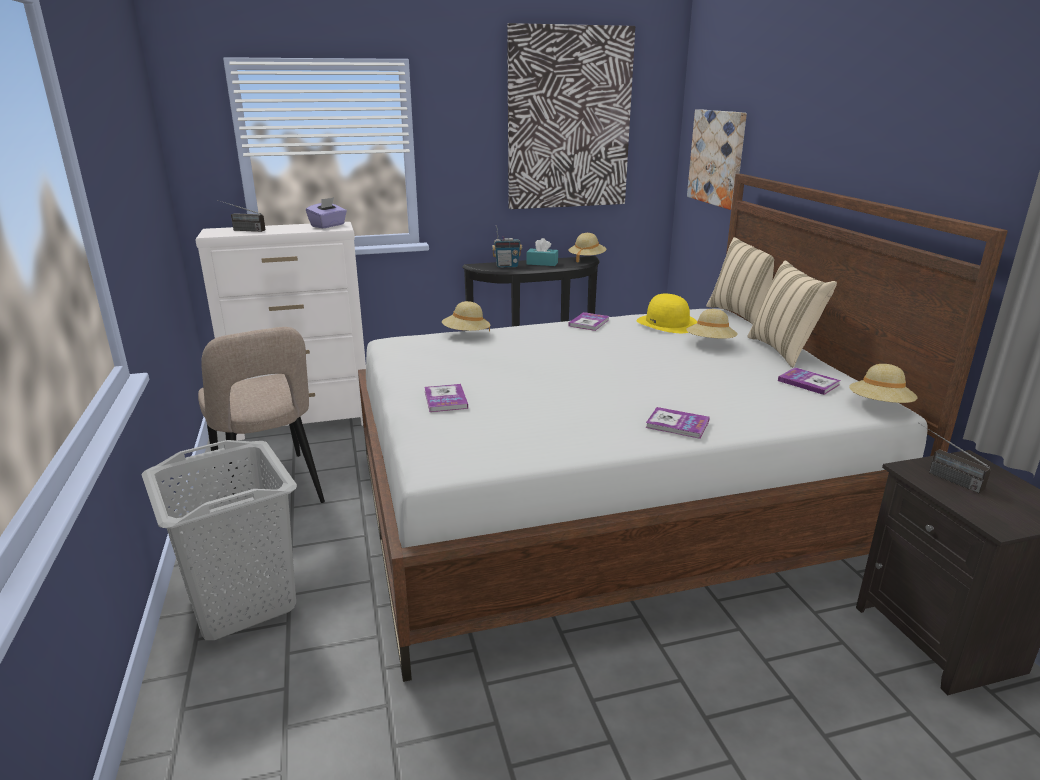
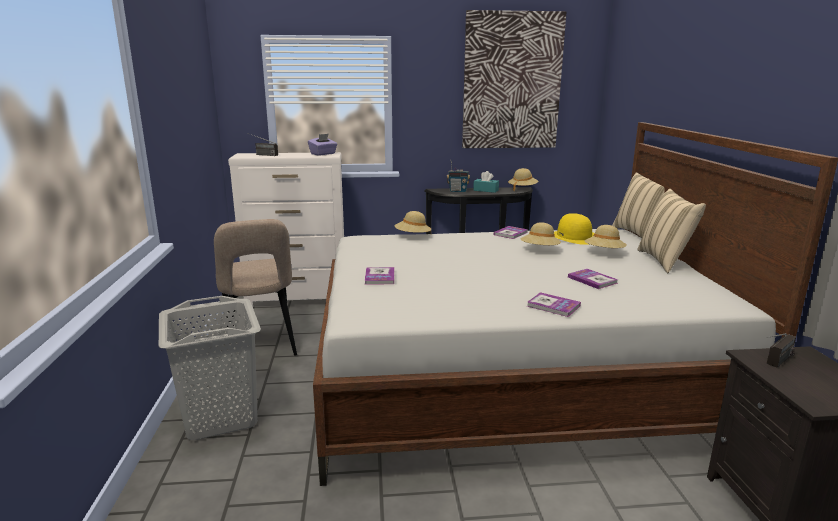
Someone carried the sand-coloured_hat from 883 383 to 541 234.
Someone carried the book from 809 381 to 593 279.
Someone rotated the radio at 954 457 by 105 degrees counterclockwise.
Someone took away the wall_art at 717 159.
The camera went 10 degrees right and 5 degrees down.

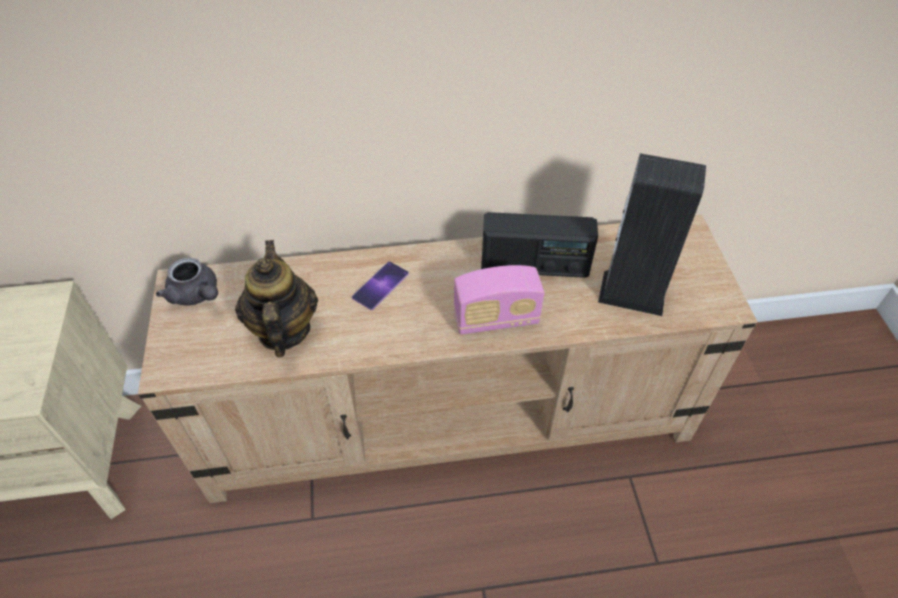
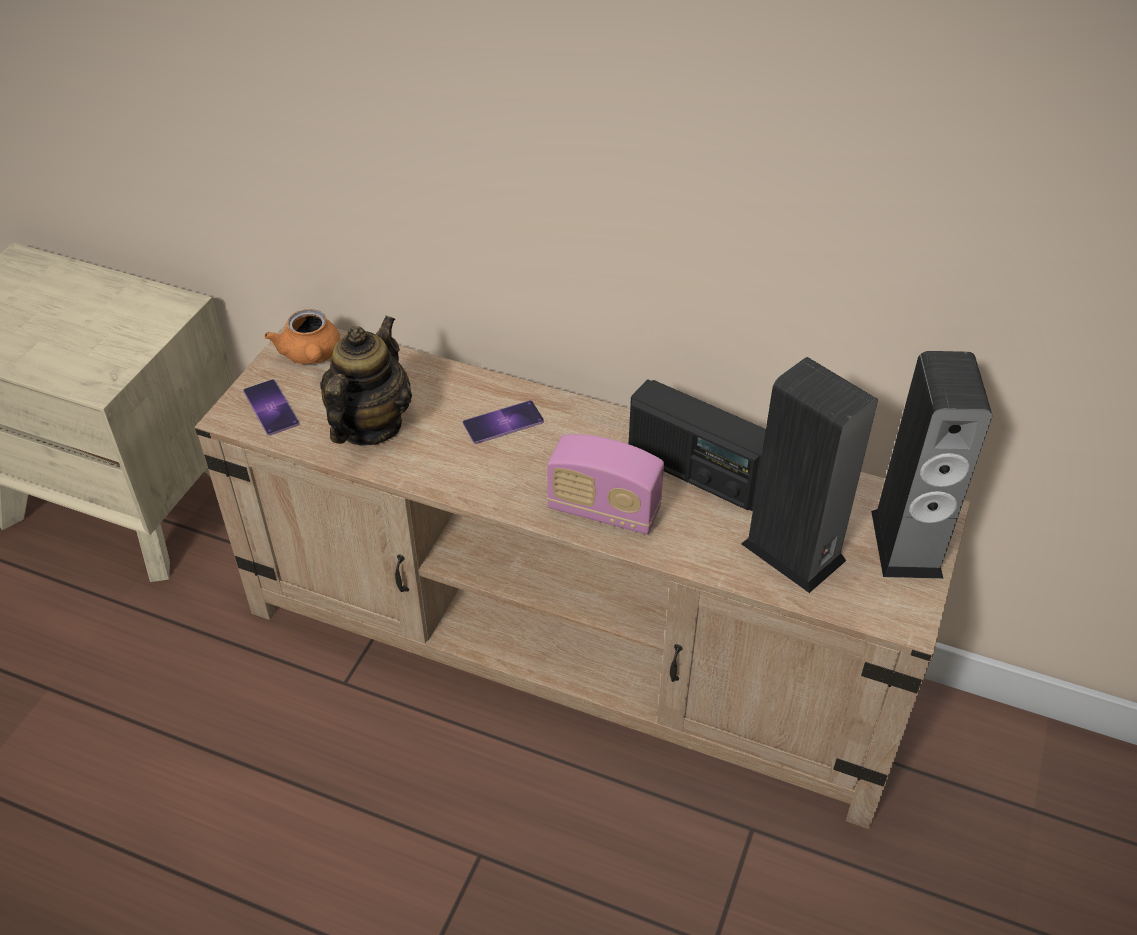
Someone put down the telephone at 271 407.
Someone repainted the grey_pot_for_tea at 187 281, which became the orangey_pot_for_tea at 302 336.
Someone put down the audio_speaker at 931 465.
The camera went 30 degrees right and 5 degrees down.

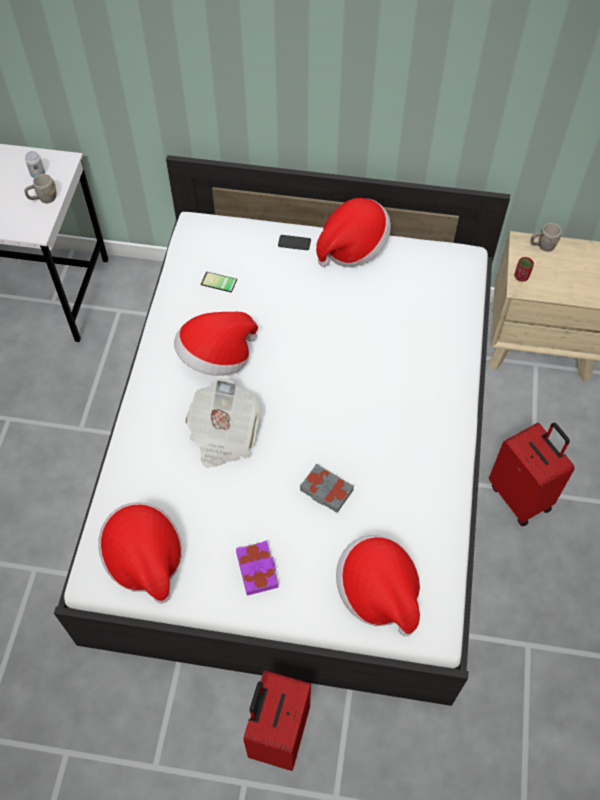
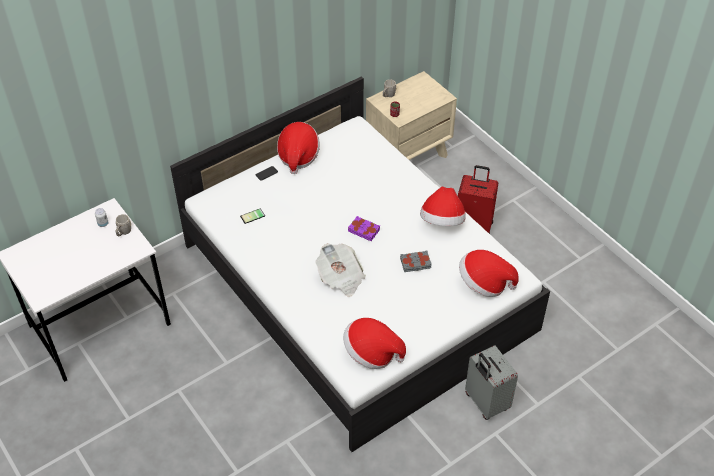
Someone carried the purple-coloured_book from 257 568 to 364 228.
Someone carried the hat from 216 344 to 443 206.
Someone repainted the red_travel_case at 277 720, which became the grey_travel_case at 491 382.
The camera went 45 degrees left and 10 degrees down.

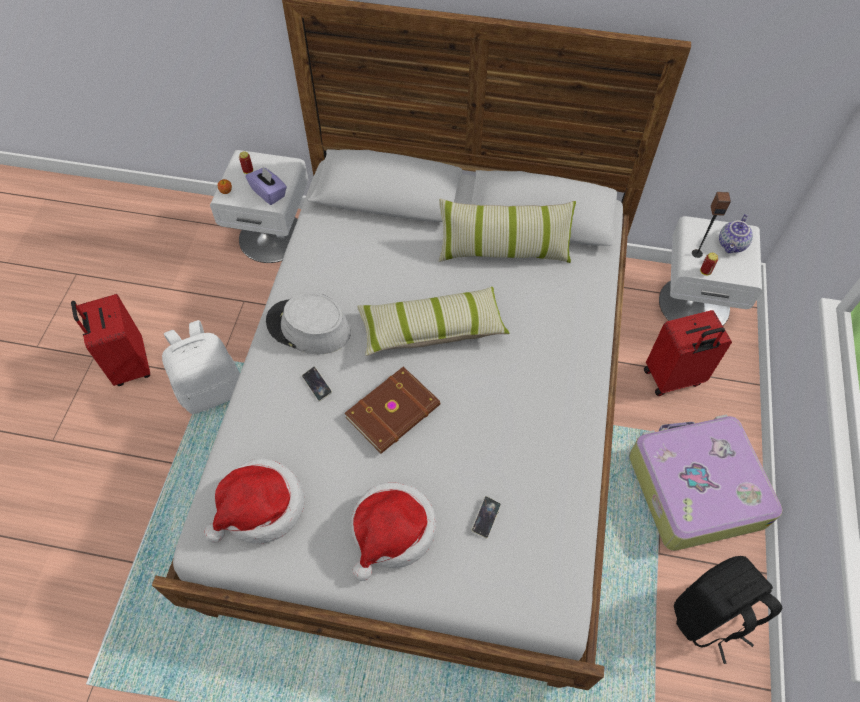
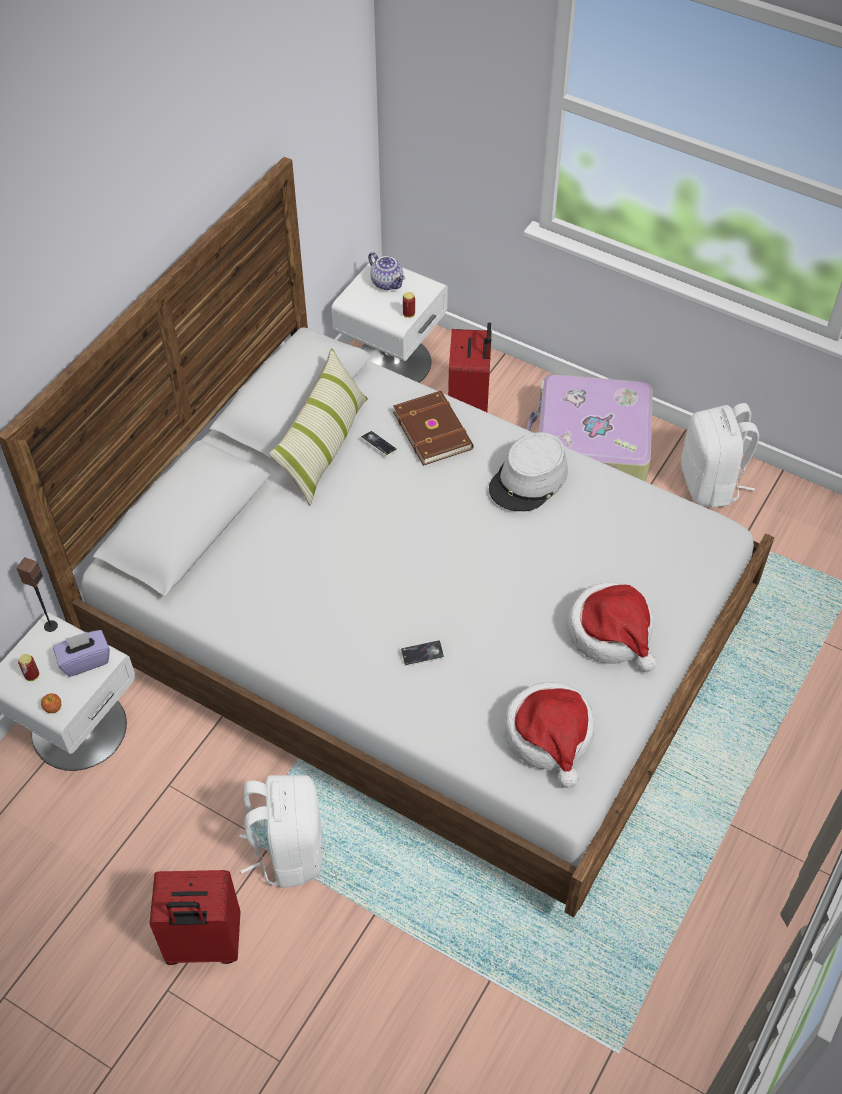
Someone carried the audio_speaker from 711 225 to 37 594.
Someone carried the telephone from 486 517 to 379 443.
Someone carried the brown-coloured_book from 392 410 to 433 428.
Someone carried the grey_hat from 308 323 to 528 471.
Someone repainted the black-coloured_backpack at 728 610, which became the white-coloured_backpack at 720 455.
Someone took away the pillow at 433 321.
The camera went 70 degrees left and 5 degrees down.

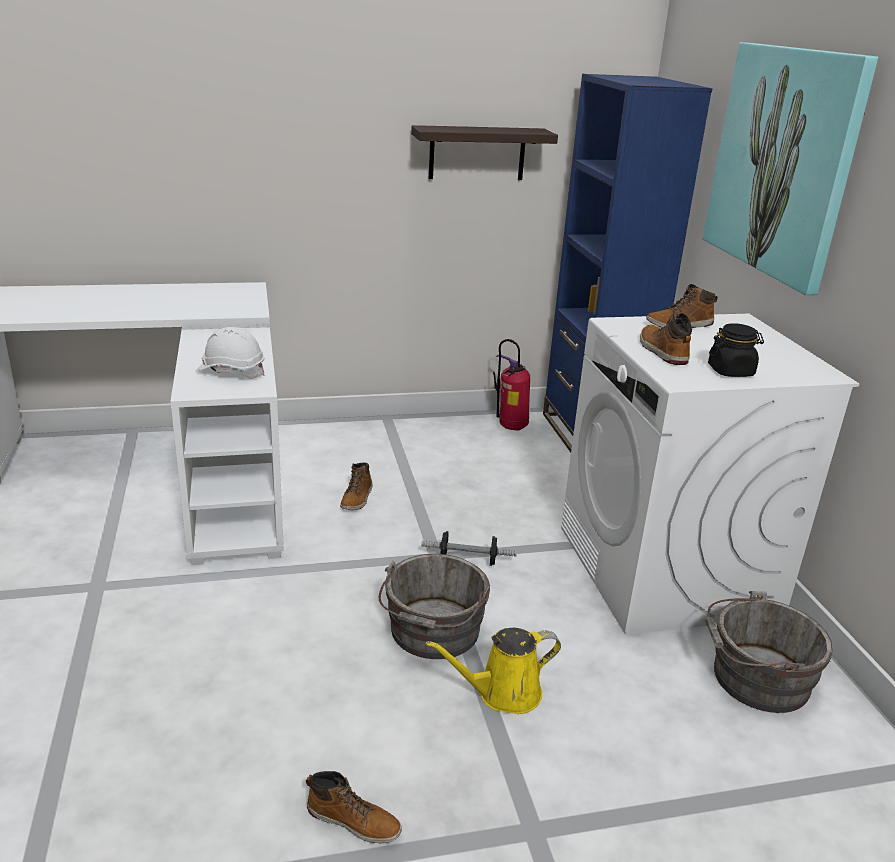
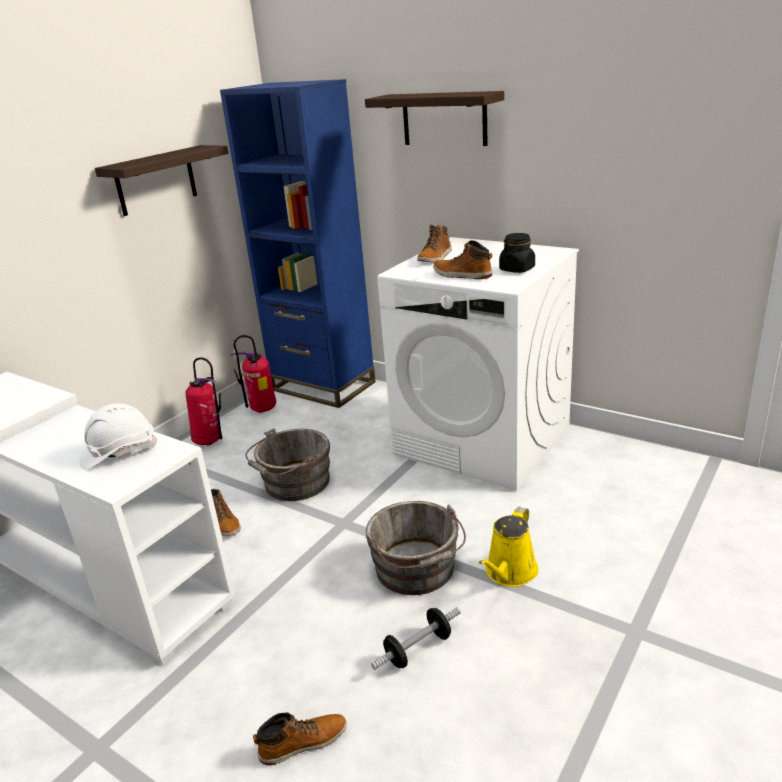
Someone put down the fire_extinguisher at 203 401.
Someone carried the grey_pail from 769 652 to 287 464.
Someone carried the boot from 354 807 to 300 739.
Someone swapped the wall_art at 790 168 for the shelf at 434 118.
Someone carried the free_weight from 469 548 to 416 638.
The camera went 40 degrees left and 0 degrees up.

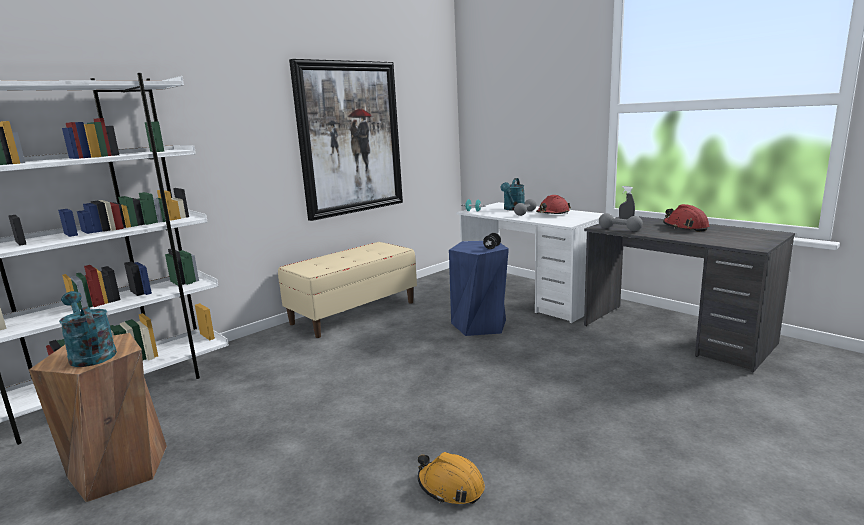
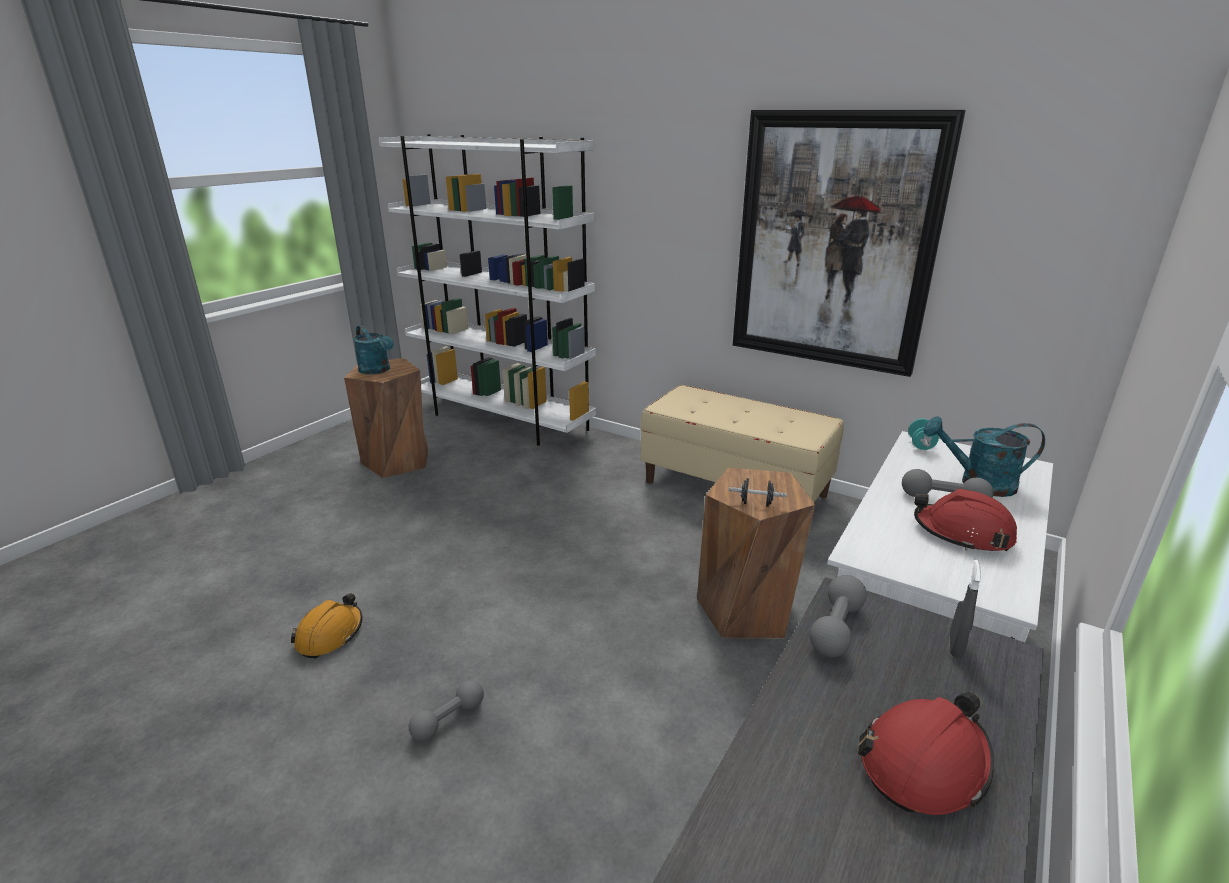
Someone rotated the turquoise-coloured_watering_pot at 88 329 by 105 degrees clockwise.
Someone put down the grey_free_weight at 446 710.
Someone repainted the blue-coloured_sitting_stool at 479 288, which became the brown-coloured_sitting_stool at 756 553.
The camera went 75 degrees right and 10 degrees up.

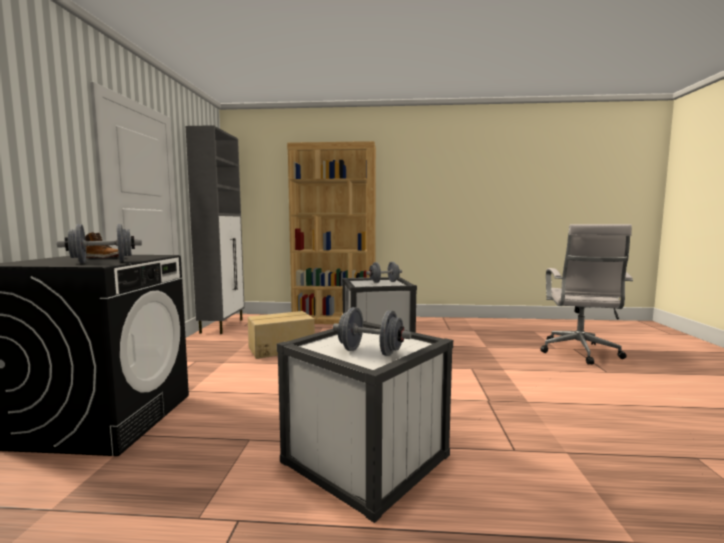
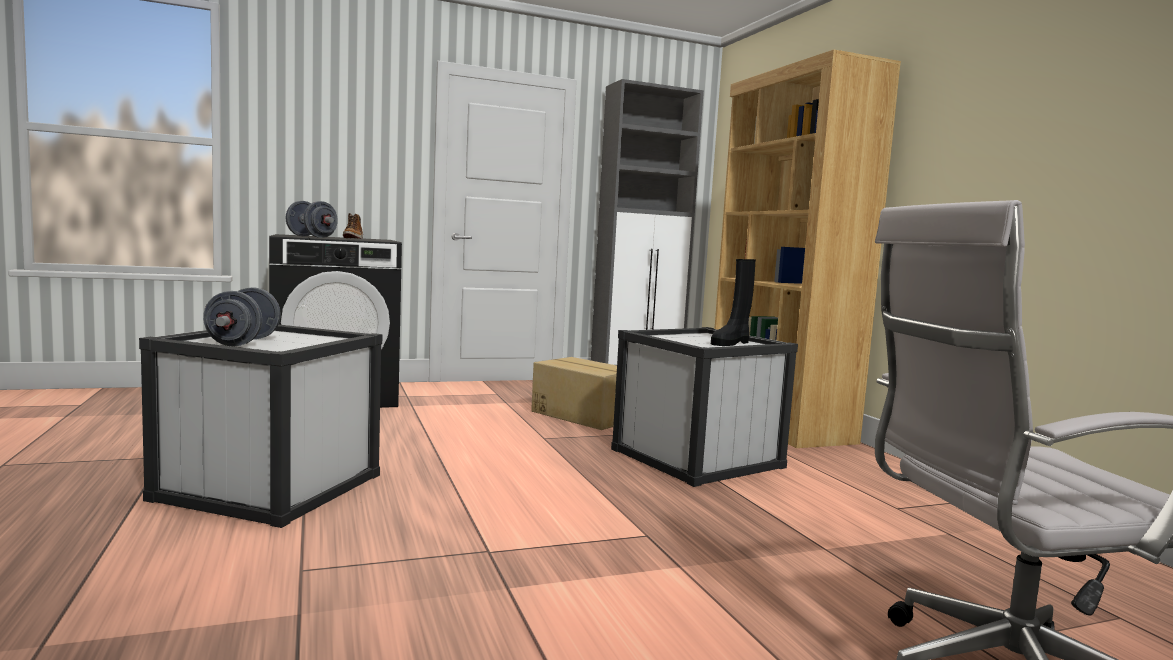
Someone swapped the grey_free_weight at 384 272 for the black-coloured_boot at 733 302.
The camera went 65 degrees right and 0 degrees up.

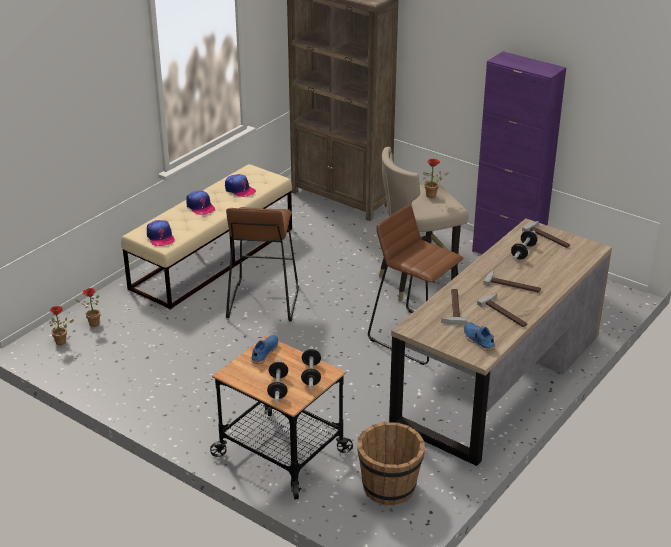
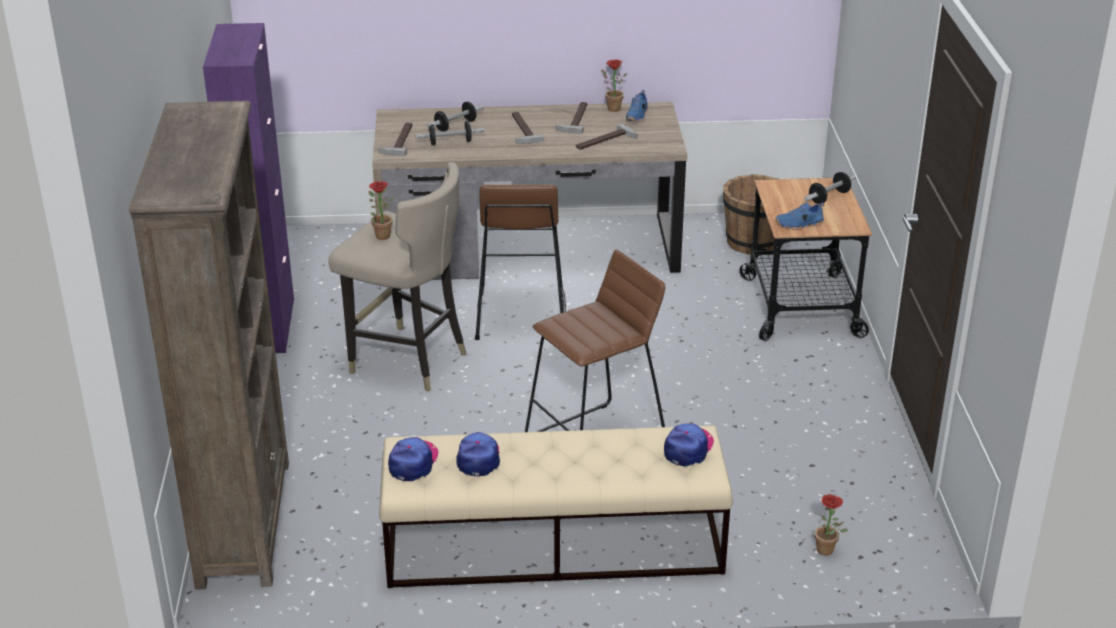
Someone carried the baseball_cap from 201 203 to 413 459.
Someone carried the free_weight from 311 367 to 455 117.
Someone carried the potted_plant from 62 325 to 614 86.
The camera went 130 degrees left and 0 degrees up.

